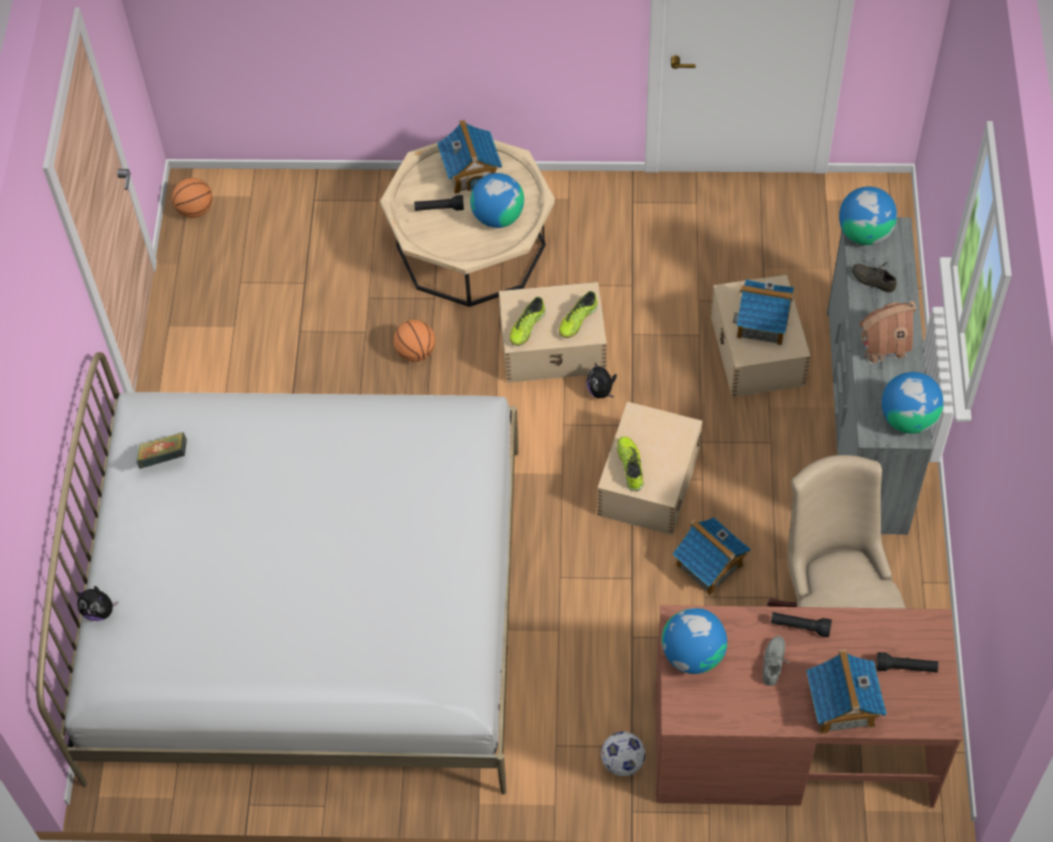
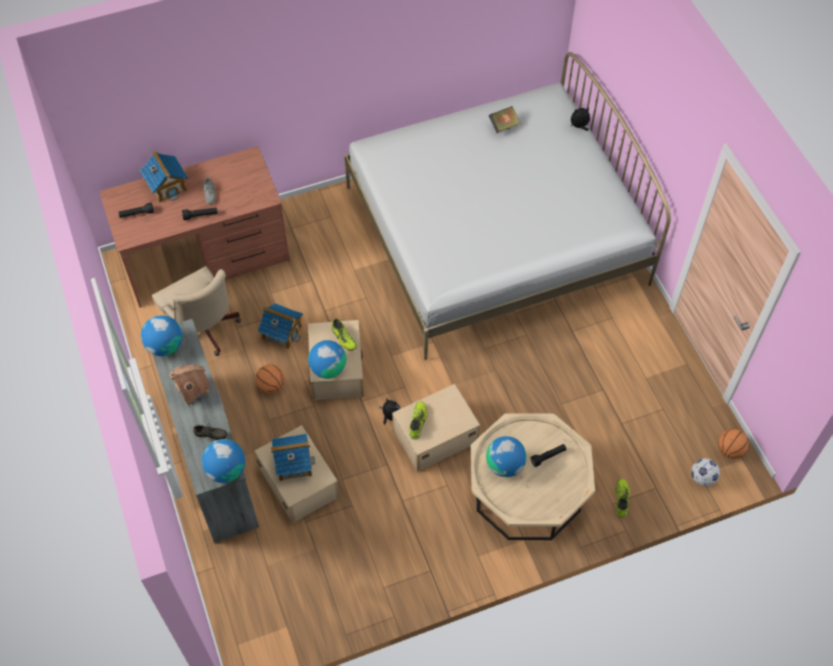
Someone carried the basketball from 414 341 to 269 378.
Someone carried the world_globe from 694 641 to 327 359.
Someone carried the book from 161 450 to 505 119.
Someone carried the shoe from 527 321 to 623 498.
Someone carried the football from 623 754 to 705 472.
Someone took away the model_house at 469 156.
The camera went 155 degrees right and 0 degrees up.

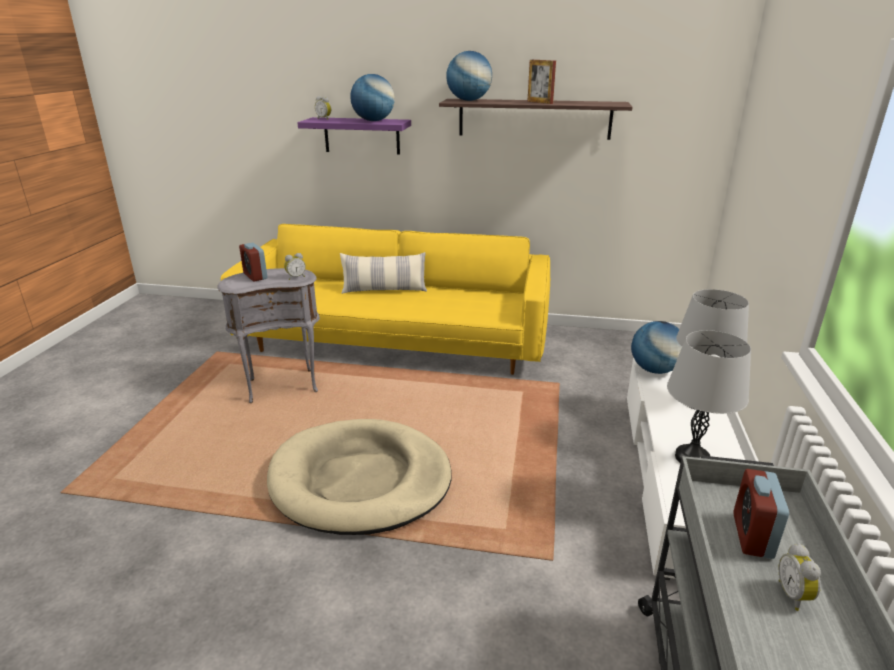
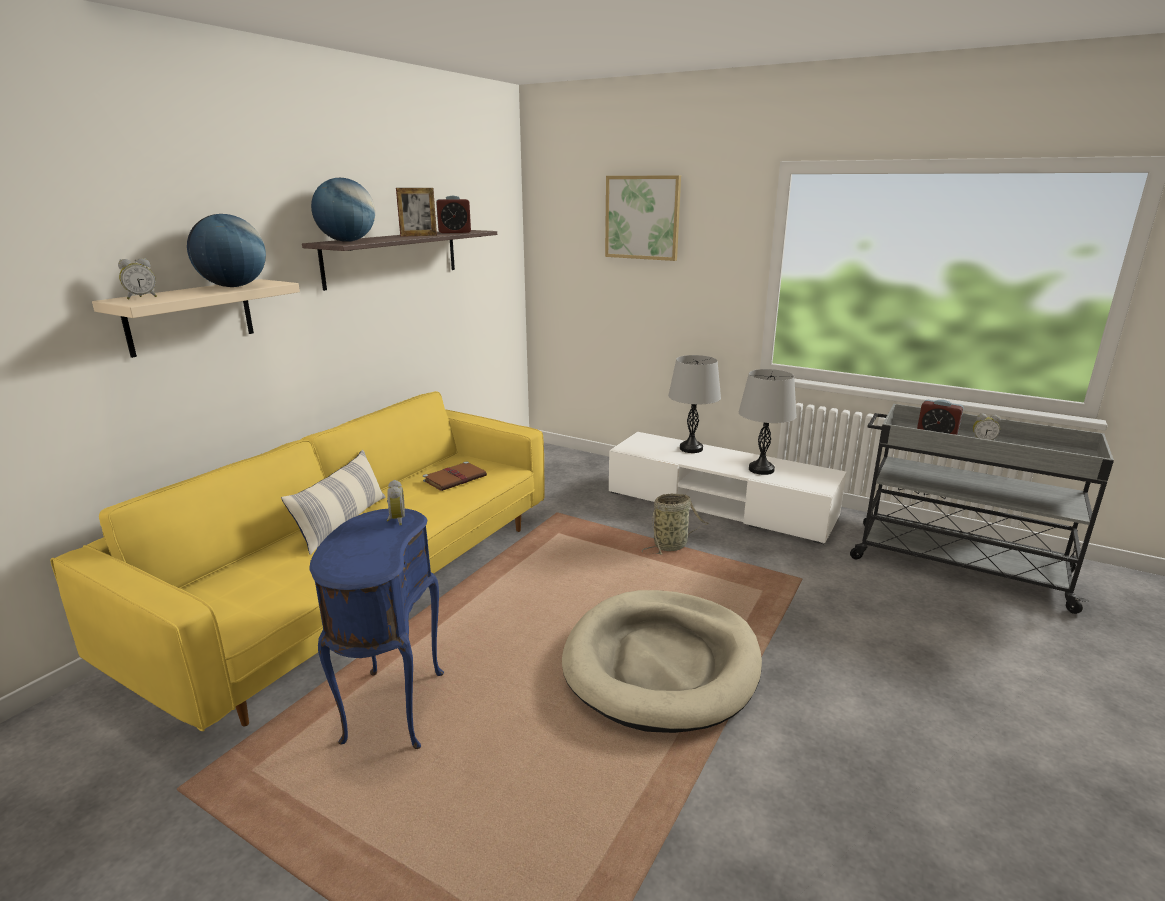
Someone repainted the purple-coloured_shelf at 354 135, which became the sand-coloured_shelf at 196 318.
Someone repainted the grey_end_table at 268 335, which became the blue-coloured_end_table at 376 629.
Someone put down the brown-coloured_book at 455 476.
Someone carried the table_clock from 253 262 to 453 214.
Someone put up the wall_art at 643 218.
Someone put down the storage_basket at 675 524.
Someone took away the world_globe at 656 347.
The camera went 70 degrees left and 5 degrees down.

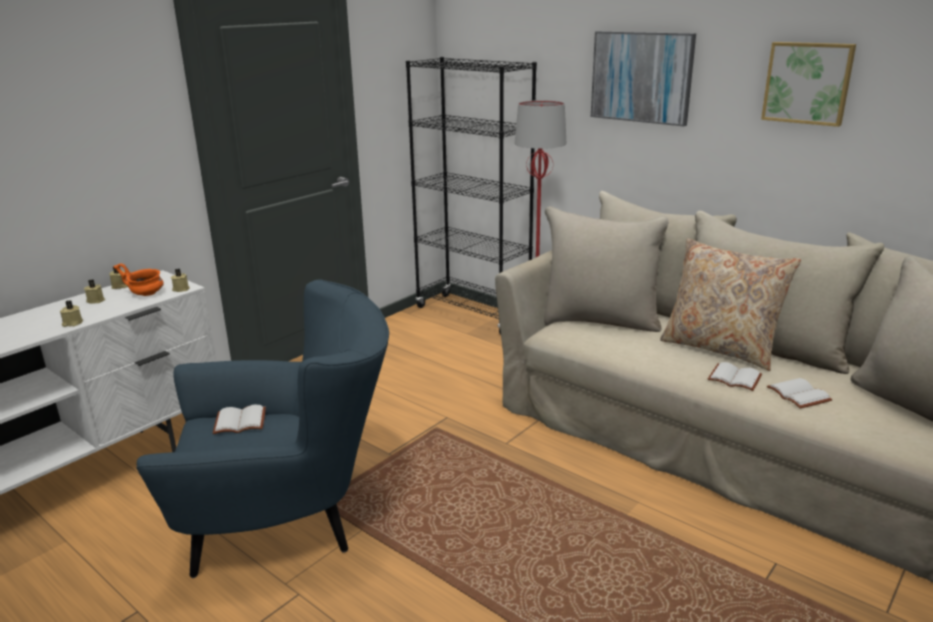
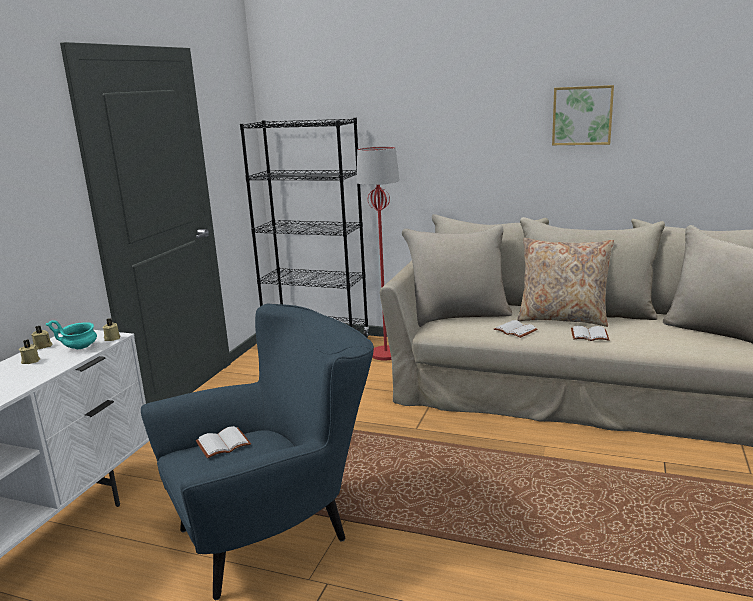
Someone repainted the orangey_serving_bowl at 138 279, which became the turquoise-coloured_serving_bowl at 71 334.
Someone carried the white-coloured_book from 800 393 to 516 329.
Someone took away the sand-coloured_wax_candle at 71 313.
Someone took away the wall_art at 643 78.
The camera went 20 degrees left and 5 degrees down.

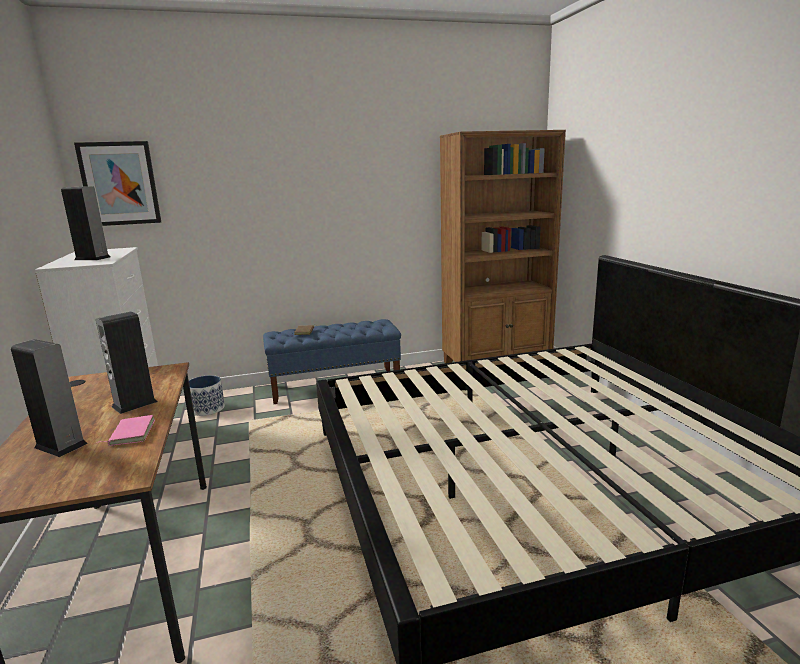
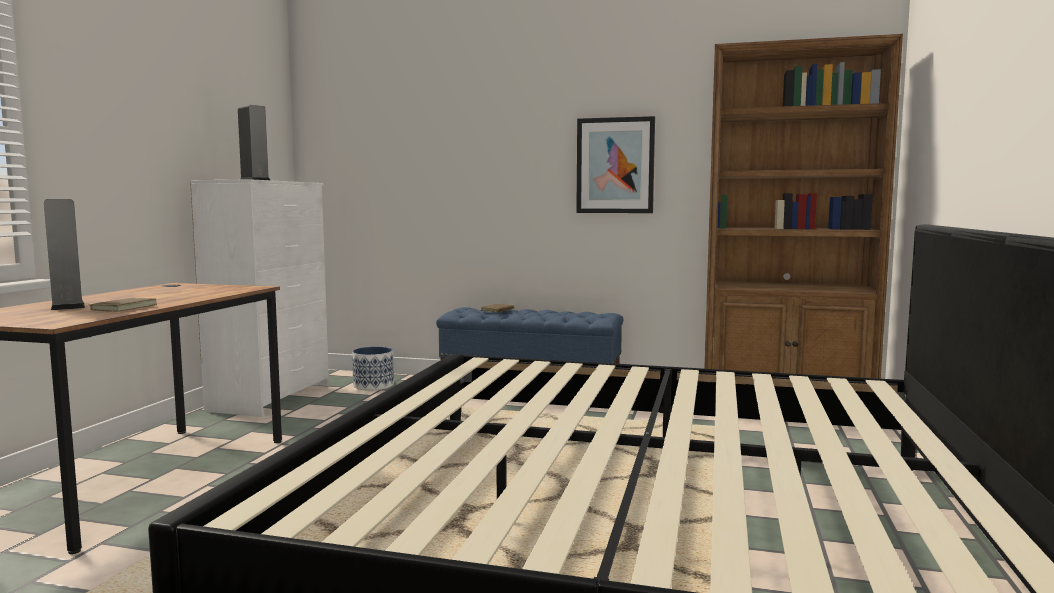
Someone repainted the pink-coloured_book at 126 430, which became the brown-coloured_book at 121 305.
Someone carried the wall_art from 117 183 to 615 164.
Someone took away the audio_speaker at 127 363.
The camera went 30 degrees right and 10 degrees down.

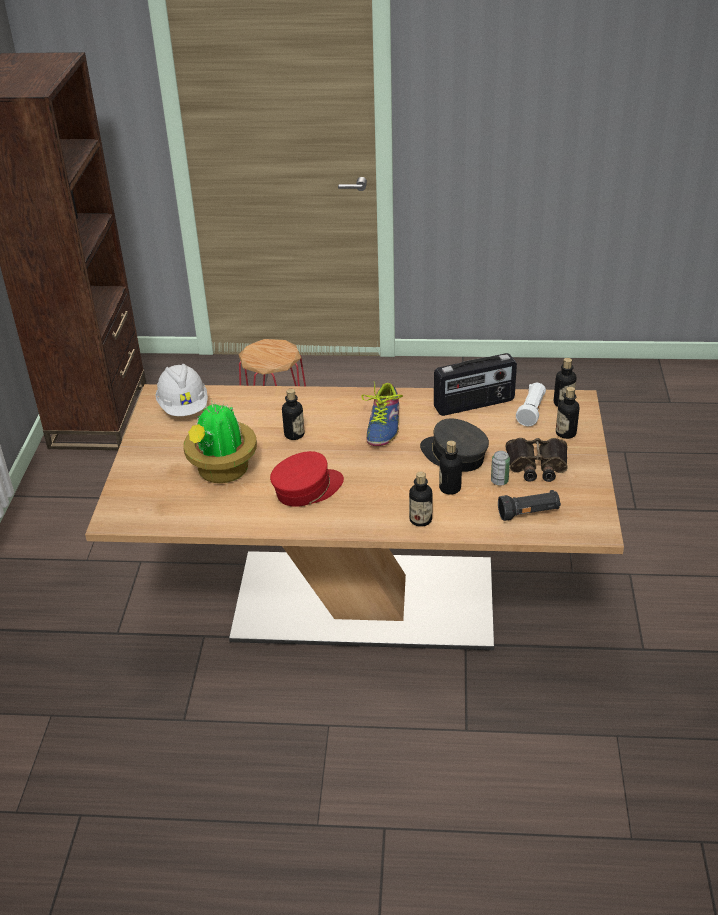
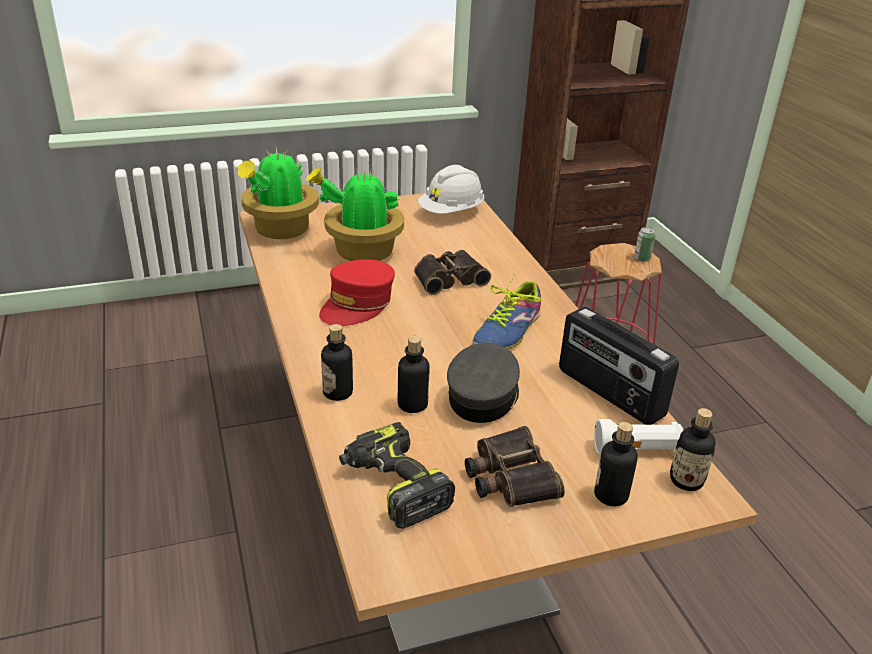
Someone put down the potted_plant at 278 193.
Someone rotated the red_baseball_cap at 307 479 by 90 degrees clockwise.
Someone swapped the black-coloured_flashlight at 529 505 for the electric_drill at 397 475.
Someone swapped the drink_bottle at 293 414 for the field_glasses at 452 272.
Someone rotated the shoe at 382 414 by 45 degrees counterclockwise.
Someone carried the metal_can from 500 468 to 645 244.
The camera went 65 degrees right and 5 degrees down.

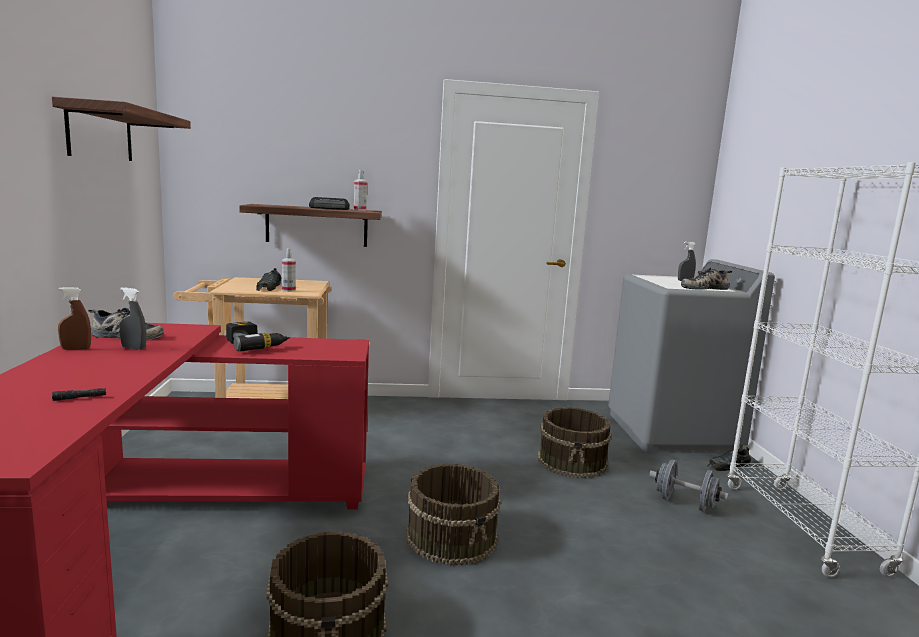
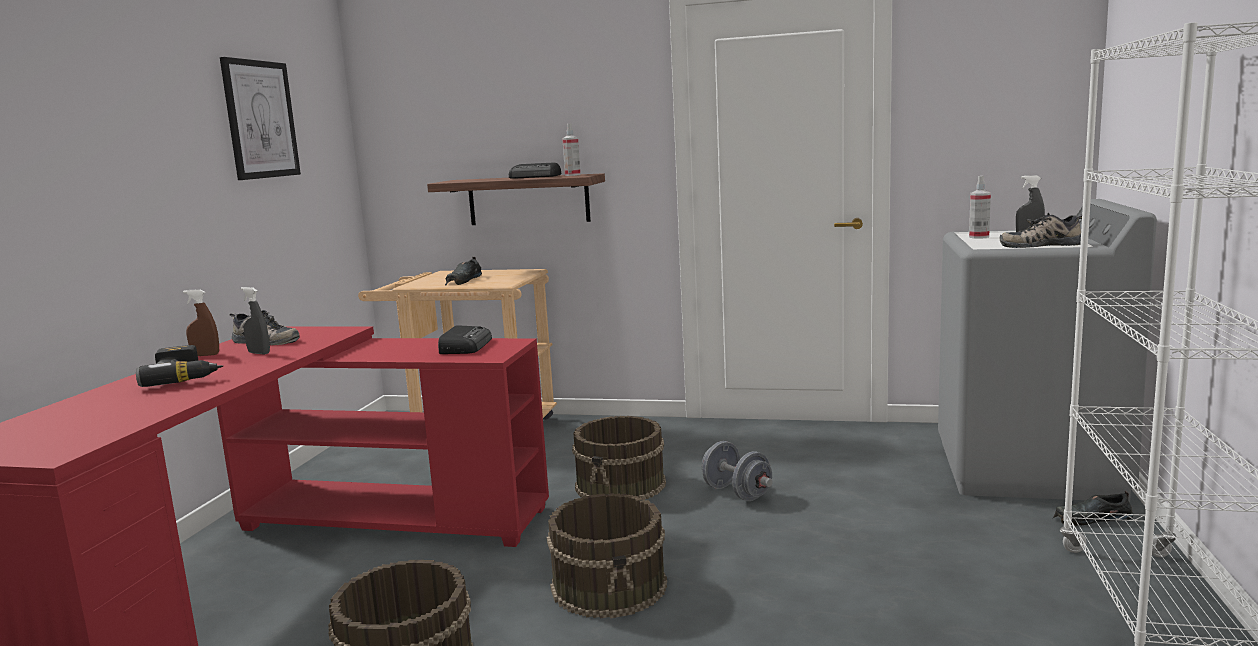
Someone carried the electric_drill from 258 336 to 179 366.
Someone swapped the shelf at 121 129 for the wall_art at 260 118.
Someone put down the radio at 465 339.
Someone carried the brown-coloured_pail from 574 442 to 619 457.
Someone carried the grey_free_weight from 689 485 to 737 471.
Someone carried the hand_sprayer from 289 270 to 980 207.
Someone took away the black-coloured_flashlight at 79 394.
The camera went 20 degrees right and 0 degrees up.

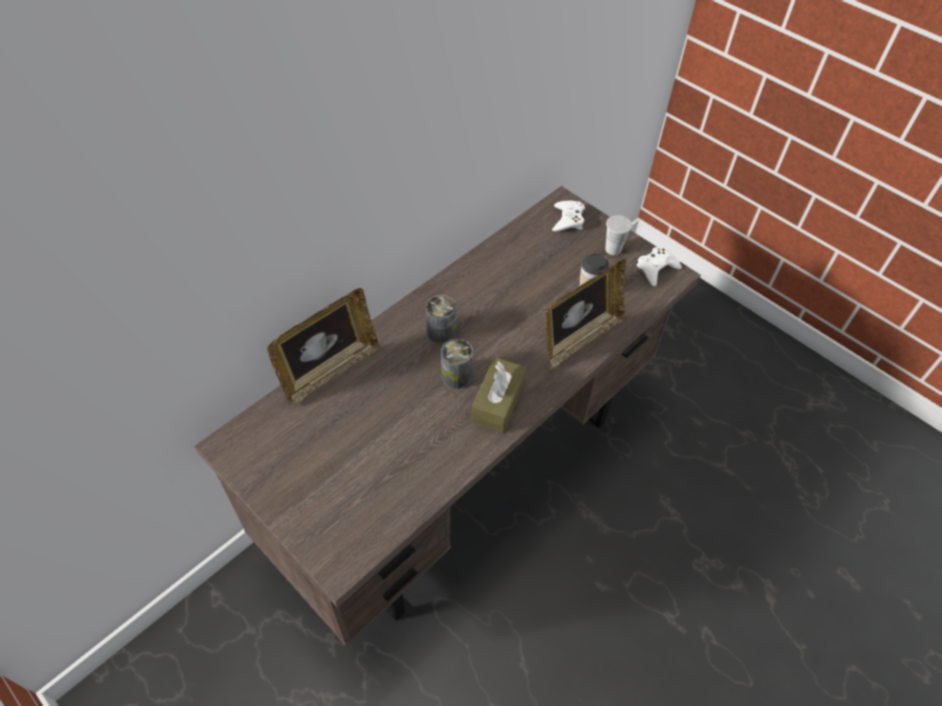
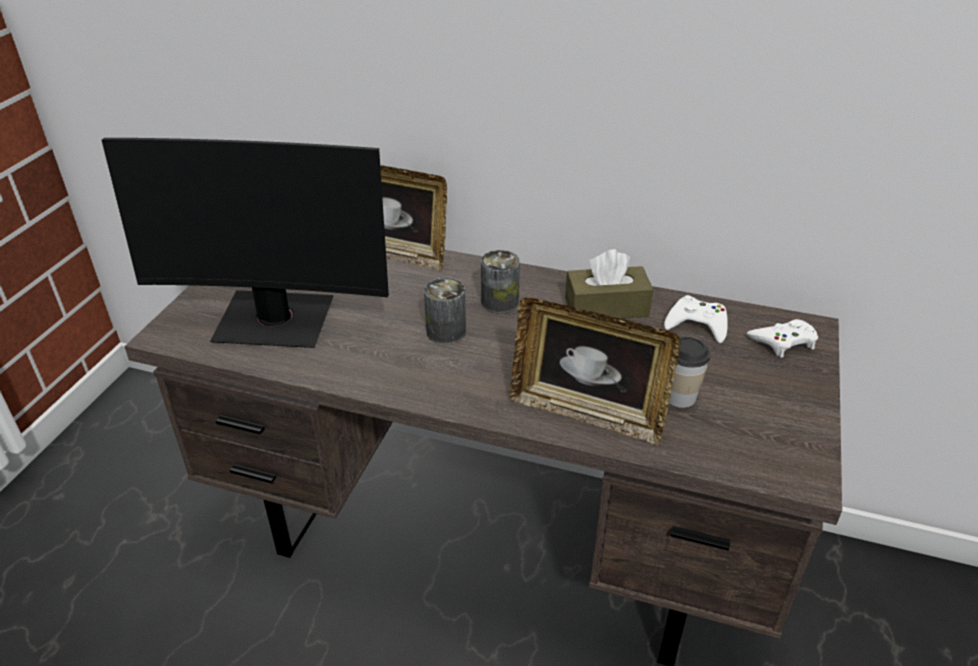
Someone put down the computer_screen at 245 243.
Someone carried the brown-coloured_tissue_box from 498 395 to 609 284.
Someone carried the white-coloured_game_controller from 659 266 to 696 319.
Someone took away the white-coloured_small_cup at 618 235.
The camera went 65 degrees right and 15 degrees down.

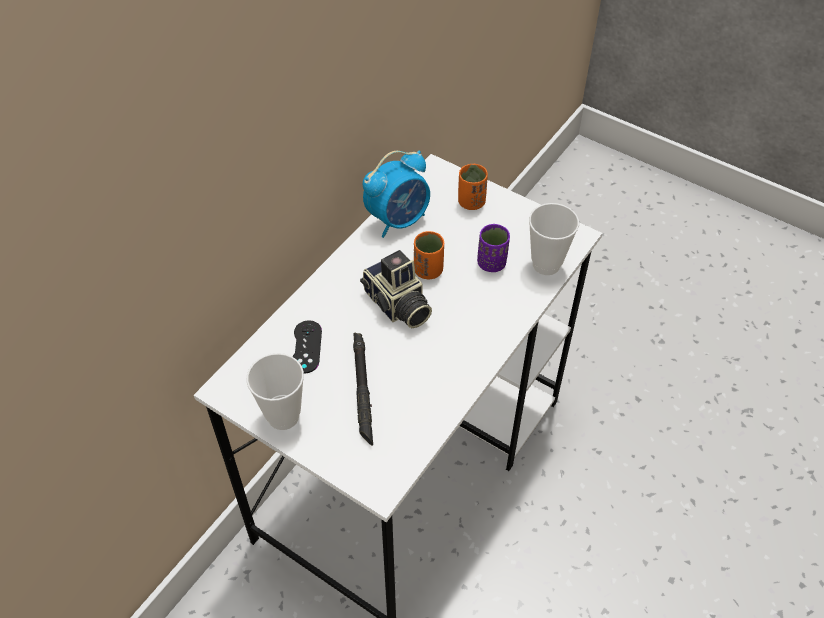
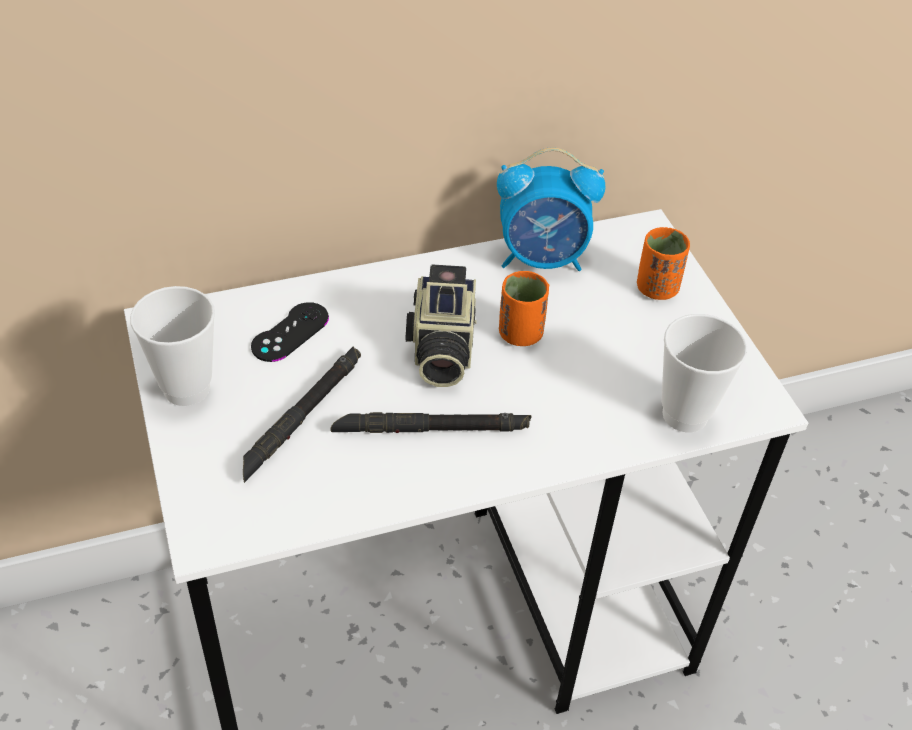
Someone put down the black-coloured_flashlight at 431 422.
Someone took away the purple-coloured_small_cup at 493 248.
The camera went 35 degrees right and 5 degrees down.

